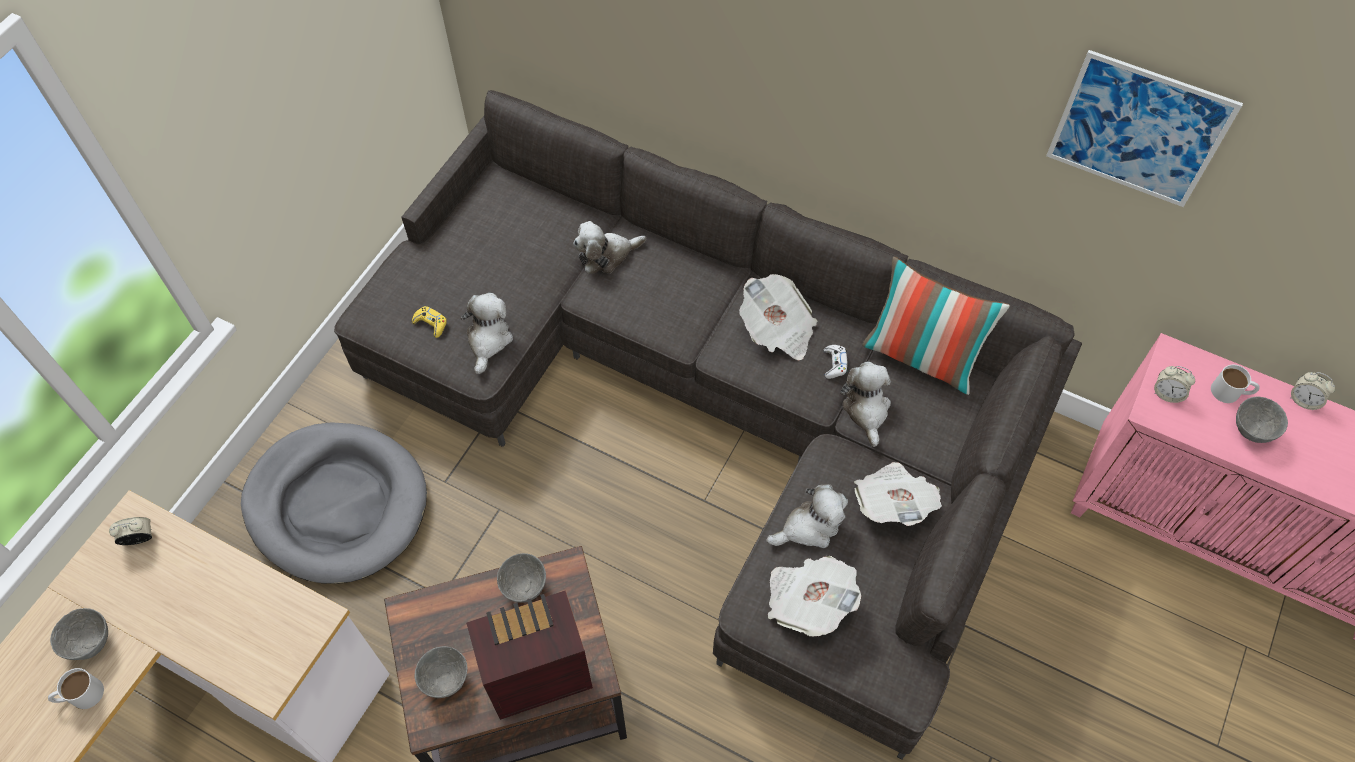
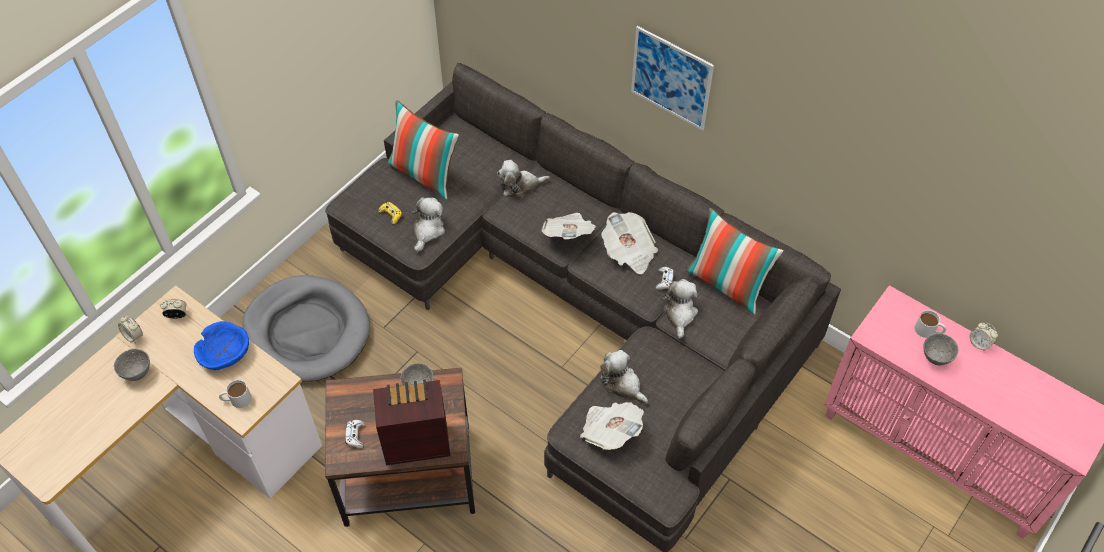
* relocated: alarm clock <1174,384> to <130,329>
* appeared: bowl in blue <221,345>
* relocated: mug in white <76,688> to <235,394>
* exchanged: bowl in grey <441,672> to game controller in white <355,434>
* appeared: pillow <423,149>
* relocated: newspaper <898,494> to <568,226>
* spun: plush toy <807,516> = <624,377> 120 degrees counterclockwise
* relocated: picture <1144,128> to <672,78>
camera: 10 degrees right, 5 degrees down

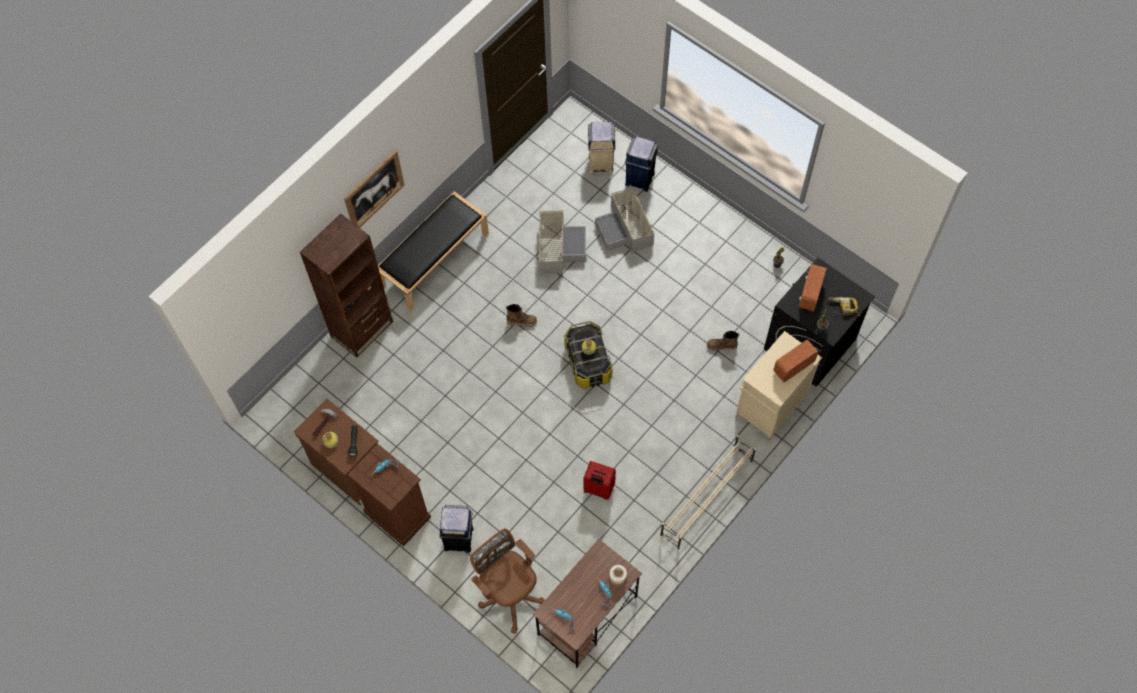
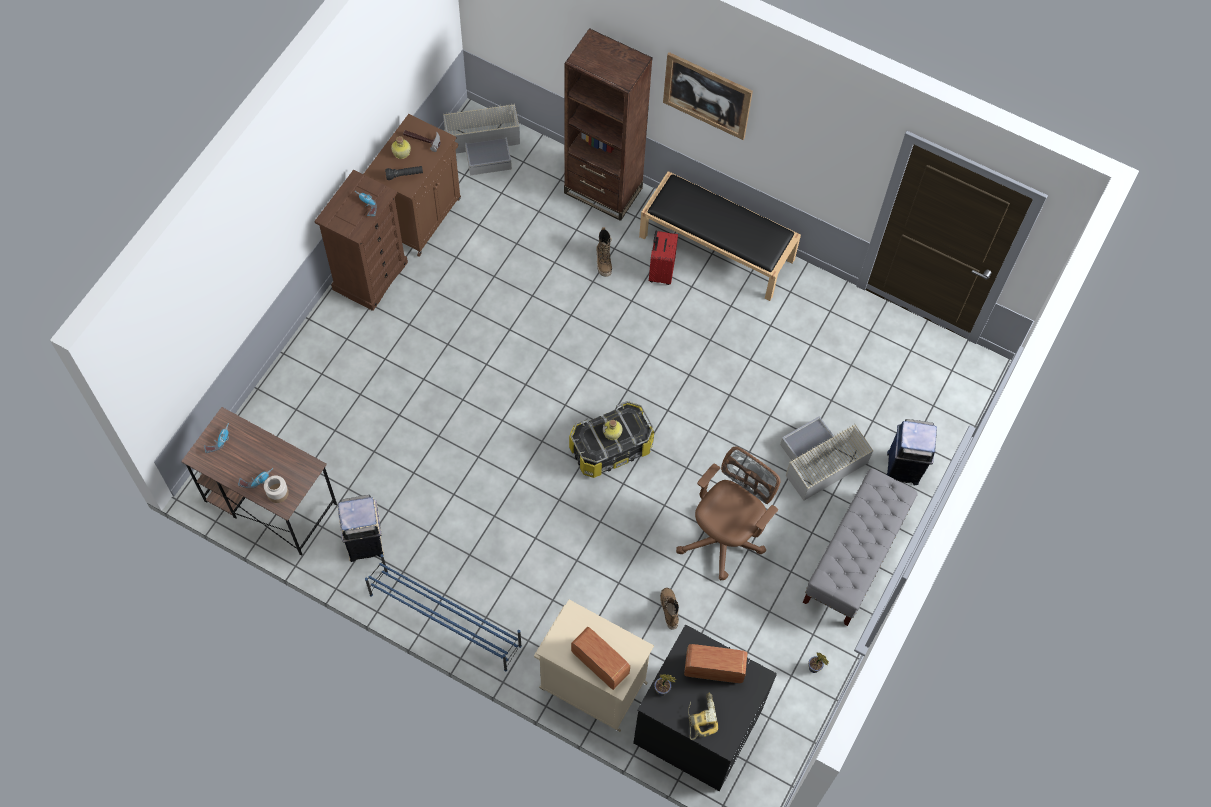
* relocated: trash can in beige <601,147> to <361,528>
* colour: shoe rack in beige <708,492> to shoe rack in blue <443,612>
* relocated: storage box in grey <562,241> to <481,139>
* relocated: boot <521,315> to <604,252>
* relocated: suitcase in red <600,480> to <663,257>
* relocated: office chair in brown <507,581> to <728,513>
* appeared: bench in grey <860,547>
* missing: trash can in blue <456,529>
camera: 75 degrees right, 0 degrees up

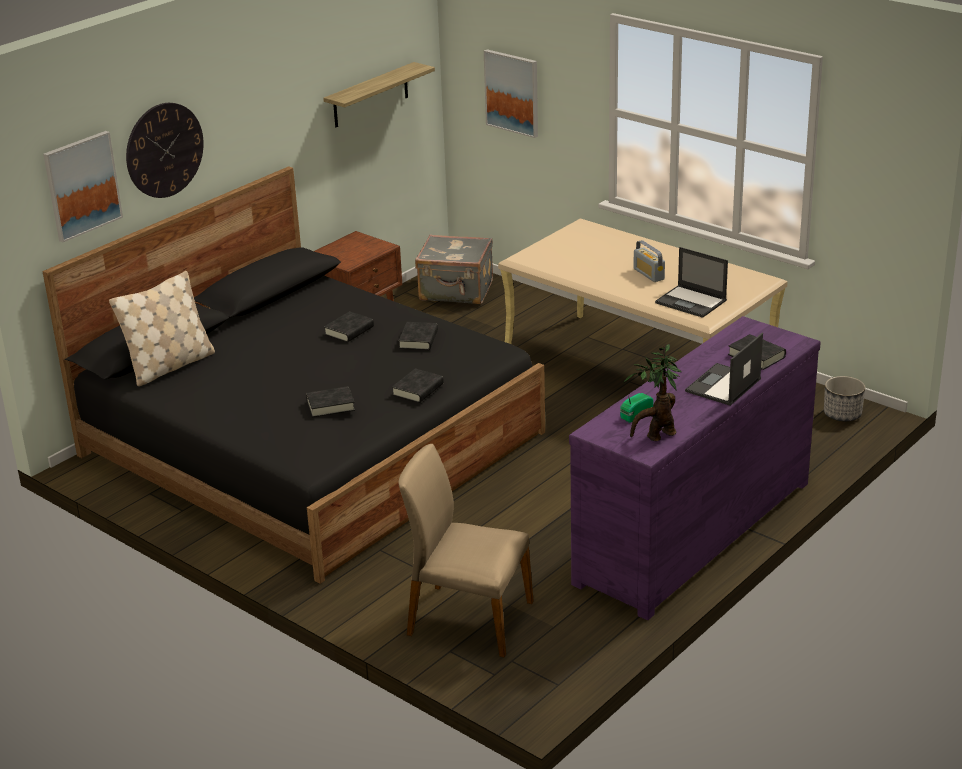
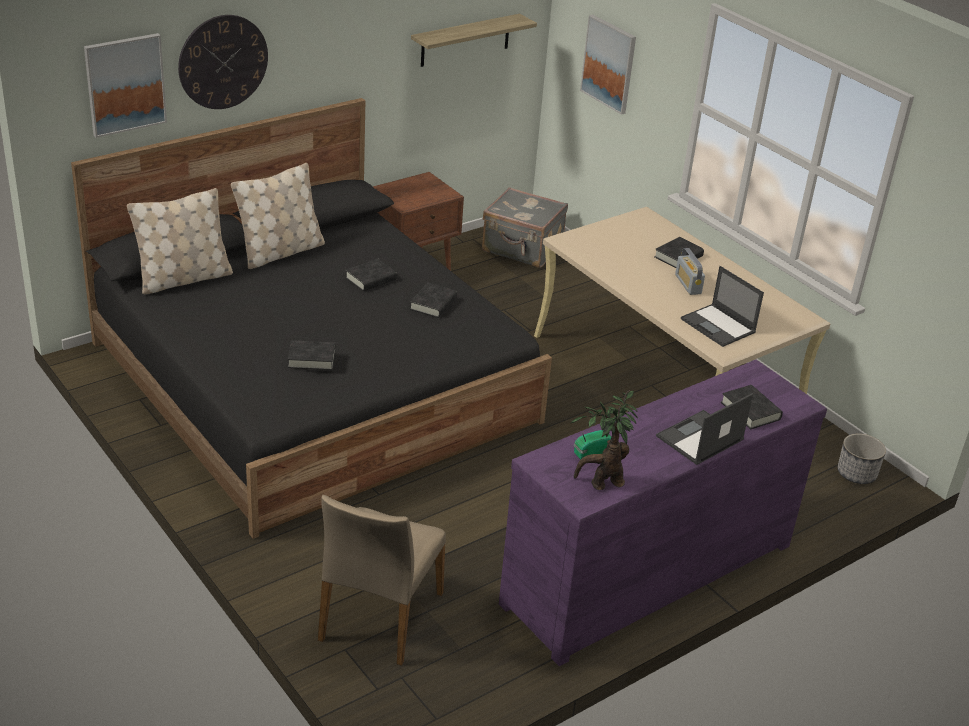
* appeared: pillow in beige <278,216>
* spun: chair in beige <466,551> = <382,580> 105 degrees counterclockwise
* relocated: book in black <418,385> to <679,252>
camera: 10 degrees right, 5 degrees up

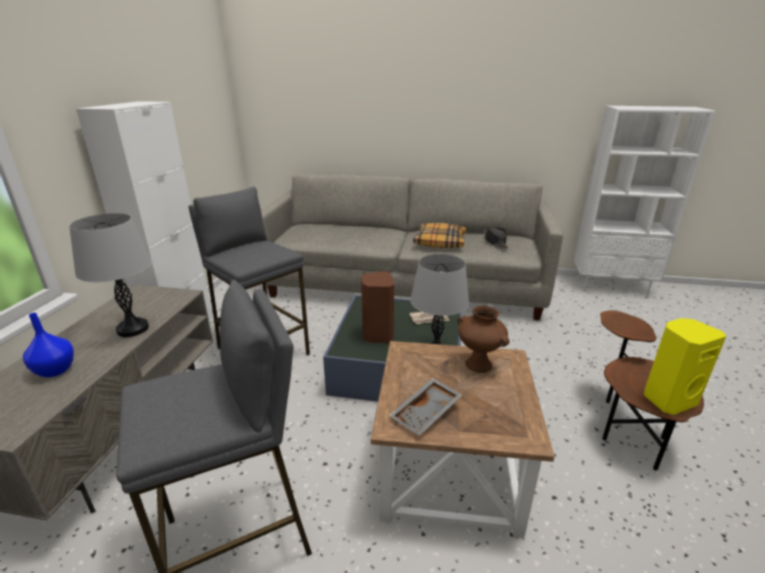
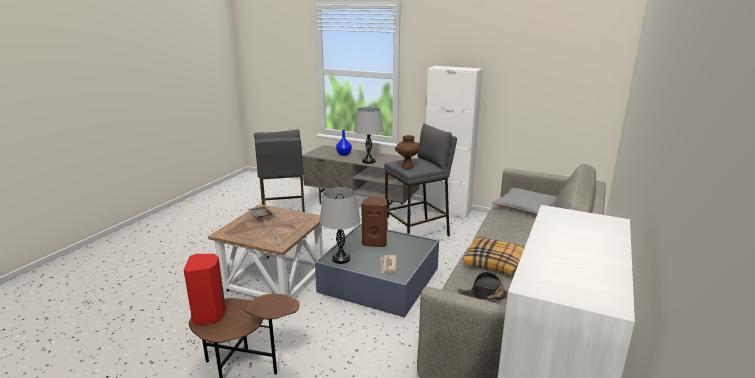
* colour: speaker in yellow <685,366> to speaker in red <205,289>
* relocated: vase in brown <483,339> to <408,152>
* appeared: pillow in grey <524,201>
camera: 105 degrees right, 5 degrees down

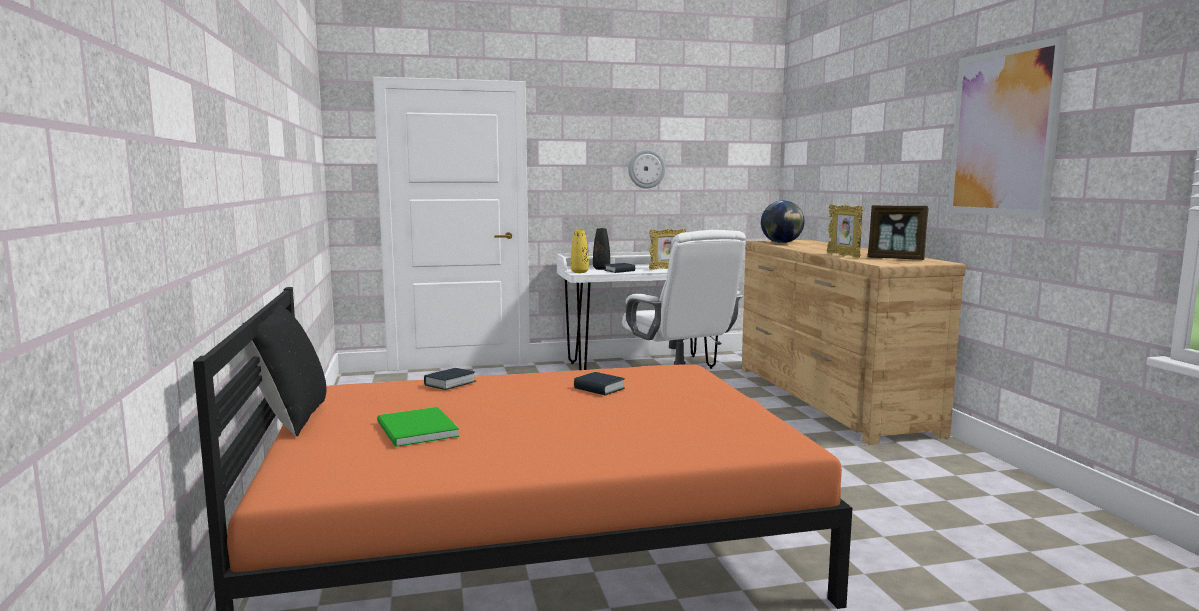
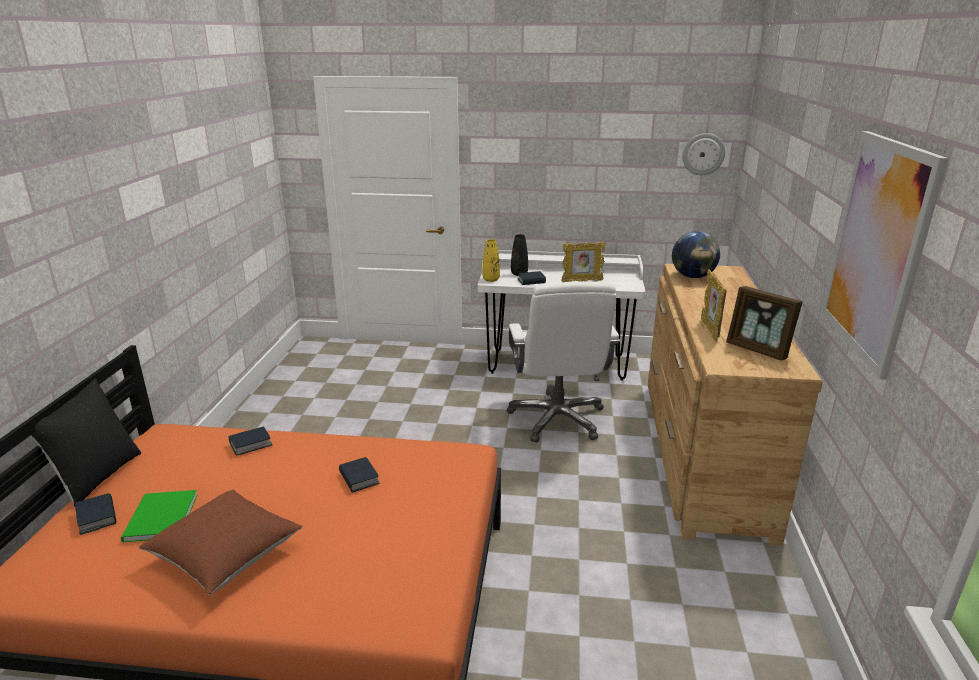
* appeared: book <95,514>
* appeared: pillow in brown <220,542>
* relocated: wall clock <646,168> to <703,154>
camera: 20 degrees right, 15 degrees up

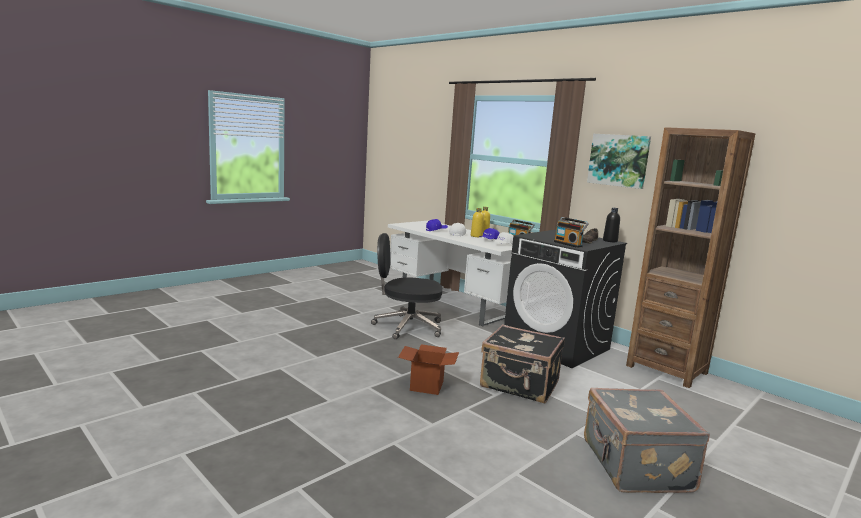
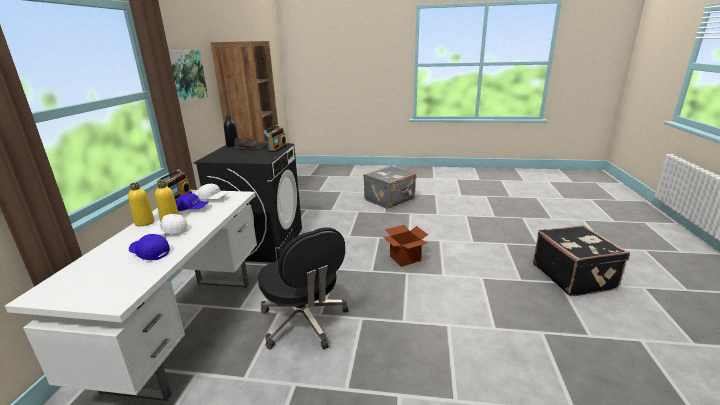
* relocated: suitcase in black <522,363> to <581,260>
camera: 125 degrees left, 10 degrees up

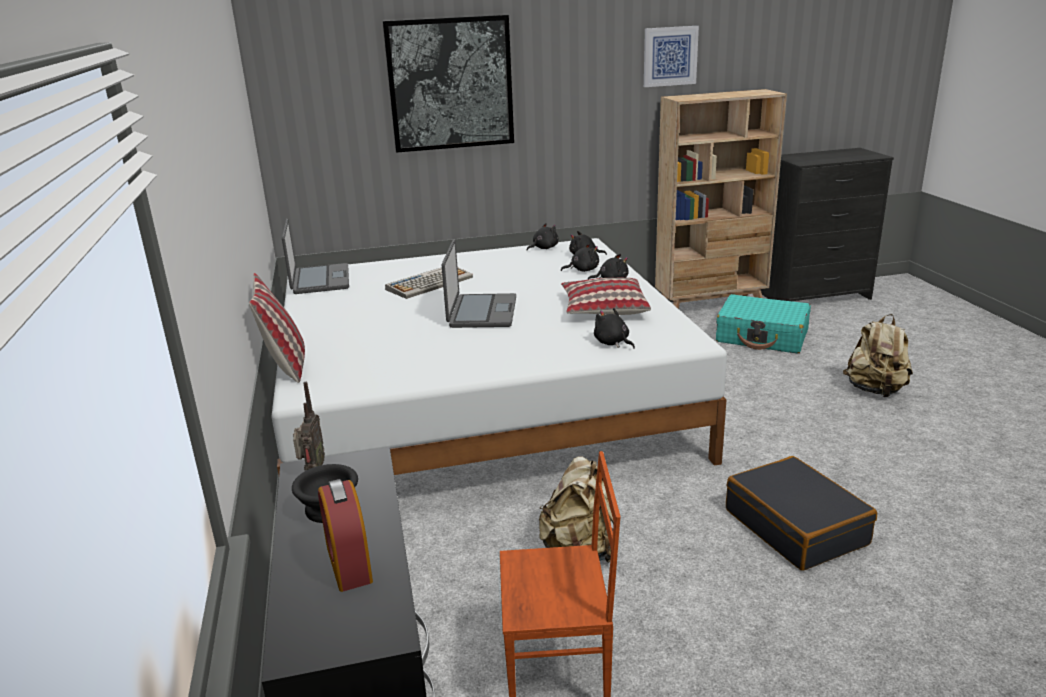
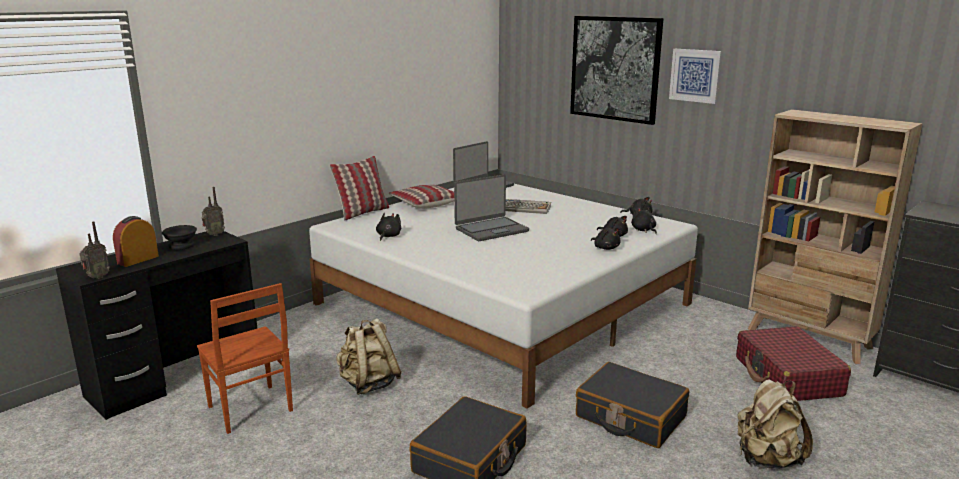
* appeared: radio <94,250>
* relocated: plush toy in black <614,328> to <388,227>
* relocated: pillow <606,296> to <421,197>
* appeared: suitcase in black <632,405>
* relocated: picture <671,56> to <695,76>
* colour: suitcase in turquoise <763,324> to suitcase in red <793,363>
camera: 55 degrees right, 5 degrees down

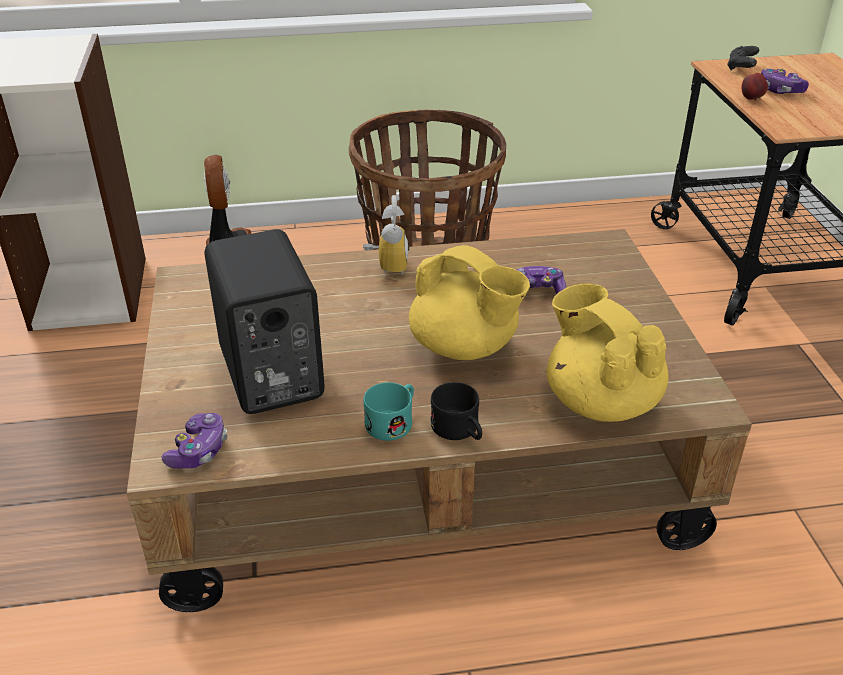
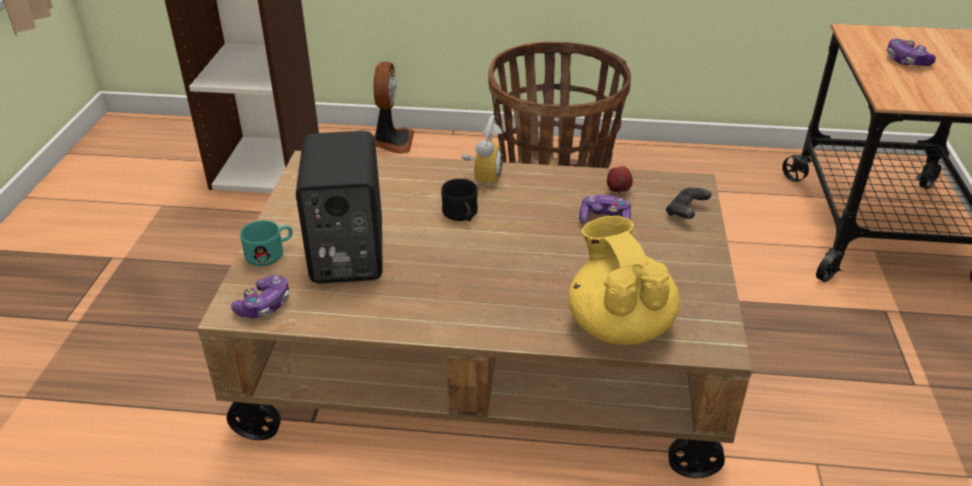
* relocated: mug in turquoise <388,411> to <266,243>
* relocated: mug in black <456,411> to <459,200>
* relocated: apple <755,87> to <620,180>
* relocated: game controller in black <743,58> to <689,203>
* missing: teapot in yellow <469,302>
camera: 15 degrees right, 0 degrees up

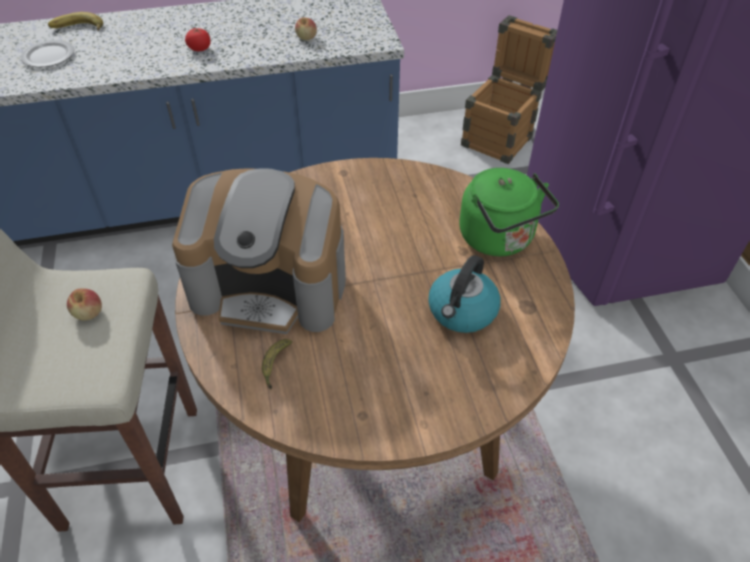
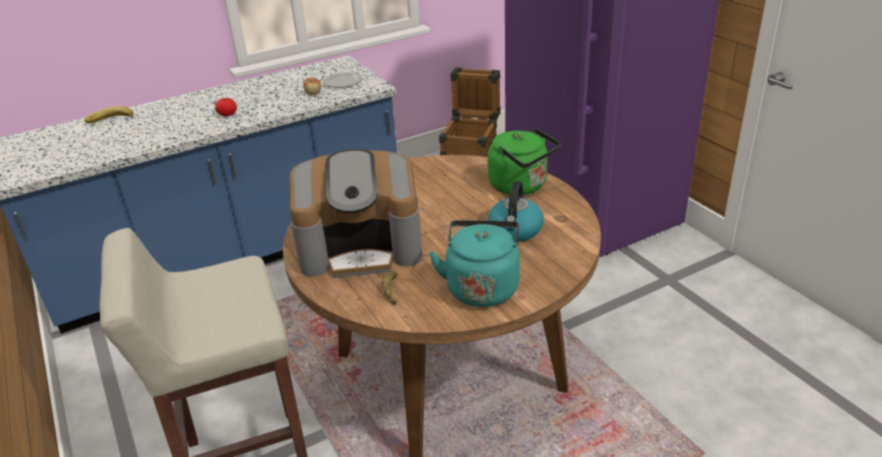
* relocated: plate <47,54> to <342,80>
* appeared: kettle in turquoise <474,263>
* missing: apple <84,304>
camera: 15 degrees left, 15 degrees down

